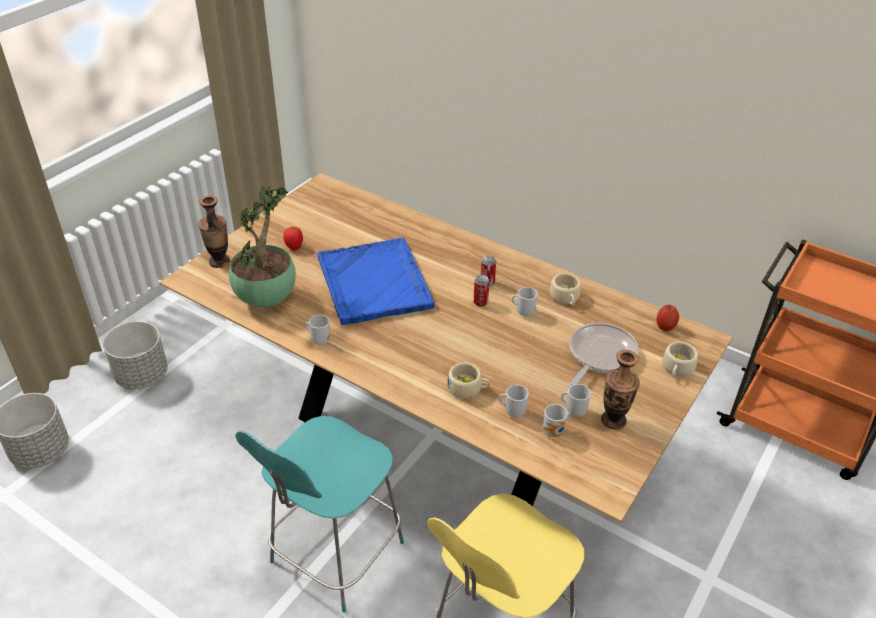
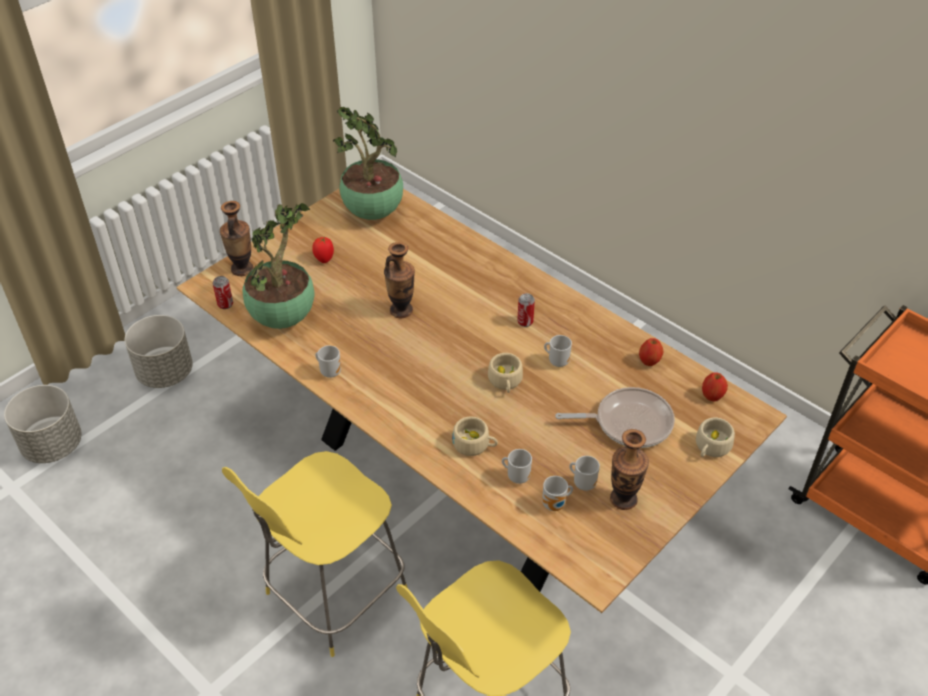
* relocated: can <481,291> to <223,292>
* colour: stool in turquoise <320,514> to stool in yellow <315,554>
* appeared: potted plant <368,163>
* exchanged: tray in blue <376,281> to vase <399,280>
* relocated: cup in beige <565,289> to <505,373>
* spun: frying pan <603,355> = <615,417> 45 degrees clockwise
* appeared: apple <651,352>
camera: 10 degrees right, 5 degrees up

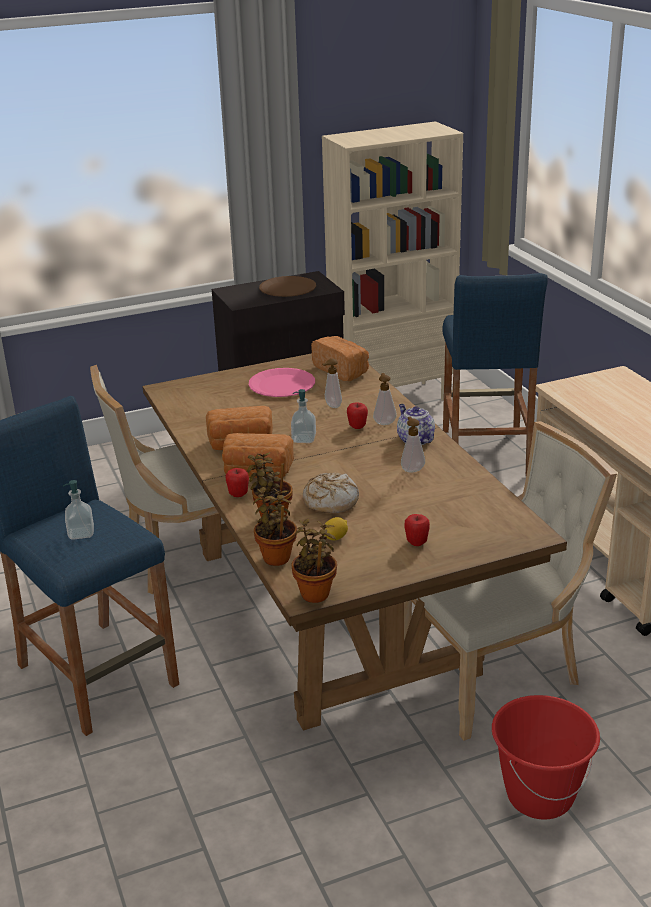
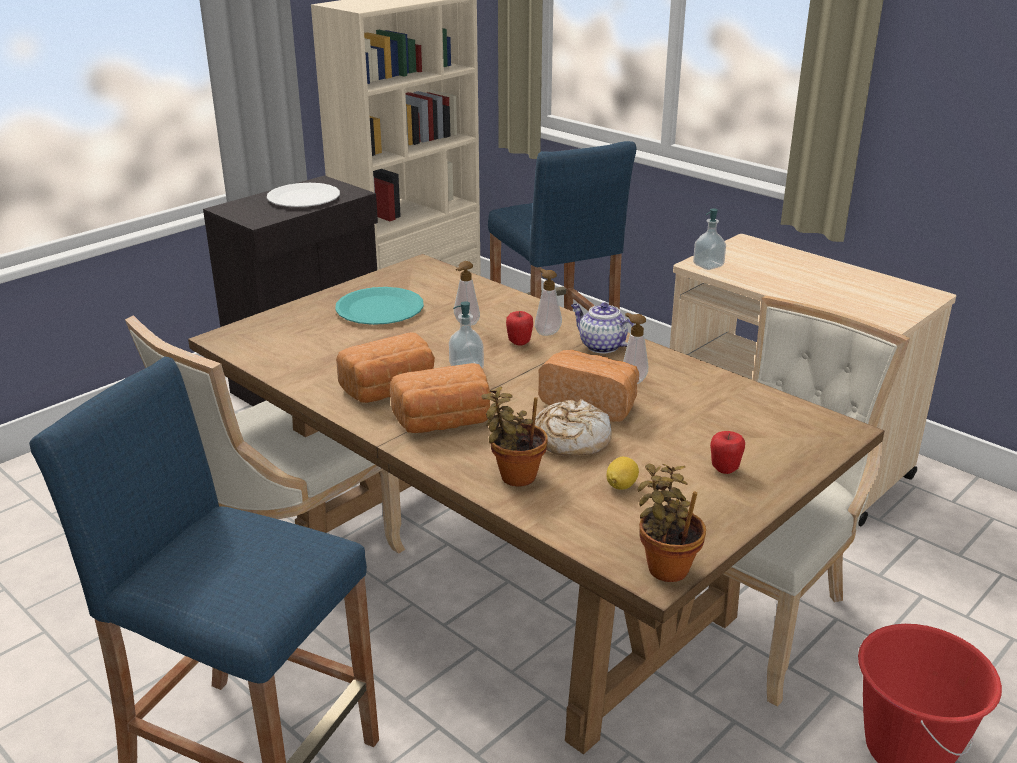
* colour: plate in brown <287,286> to plate in white <303,195>
* colour: plate in pink <282,382> to plate in turquoise <379,306>
* relocated: bread <340,358> to <588,386>
* relocated: soap dispenser <78,510> to <709,239>
* missing: apple <237,482>
* missing: potted plant <275,526>
camera: 25 degrees left, 0 degrees up

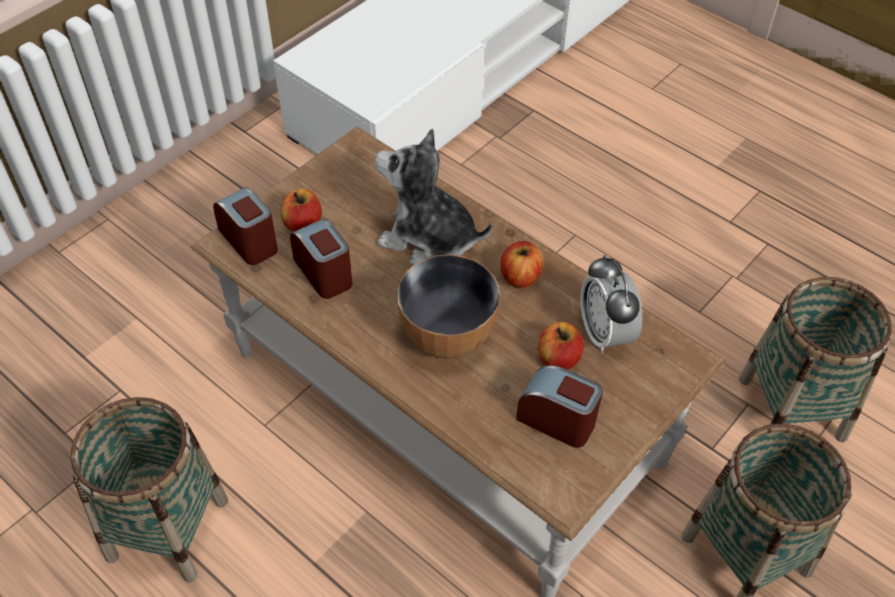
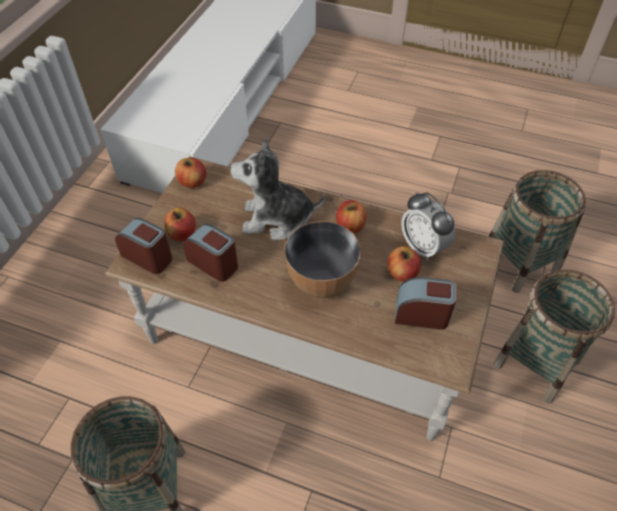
* appeared: apple <190,173>
camera: 20 degrees left, 0 degrees up

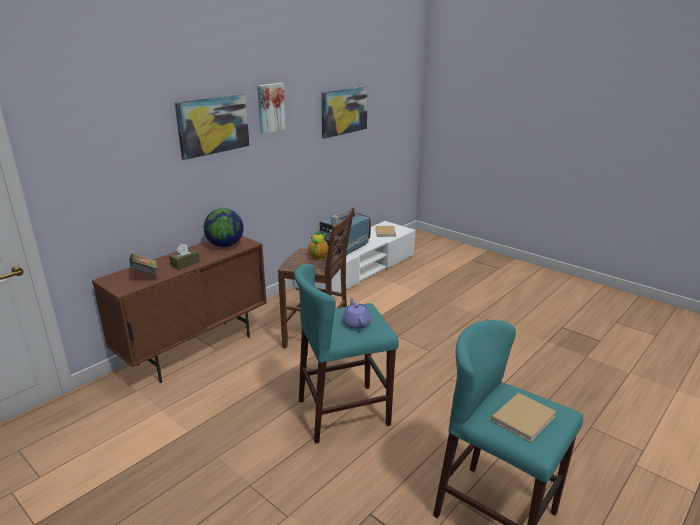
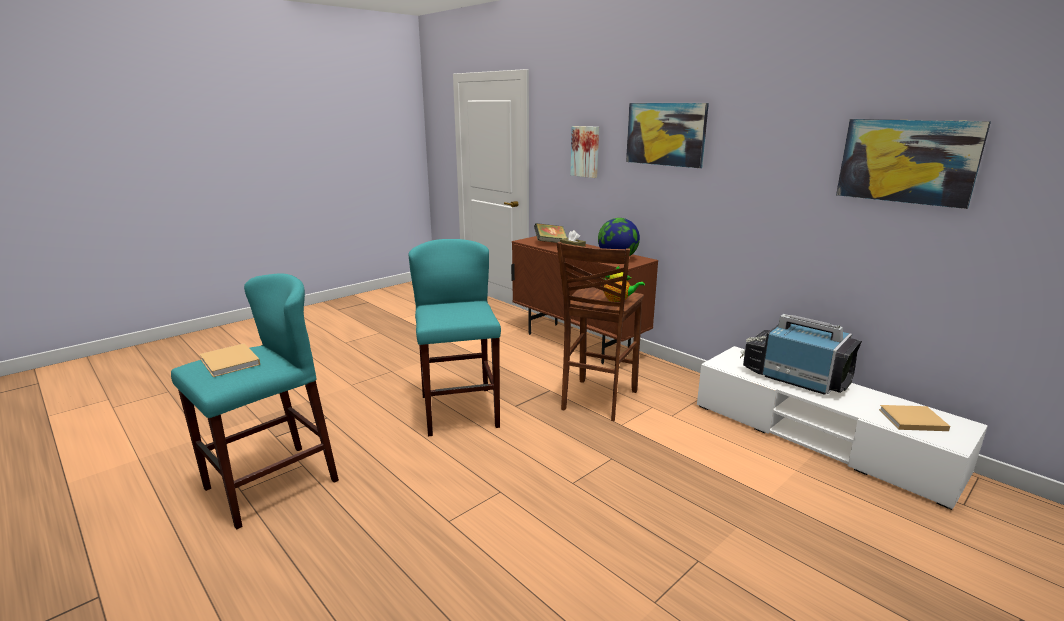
* relocated: picture <271,108> to <585,152>
* missing: teapot in purple <357,313>
camera: 95 degrees right, 5 degrees down

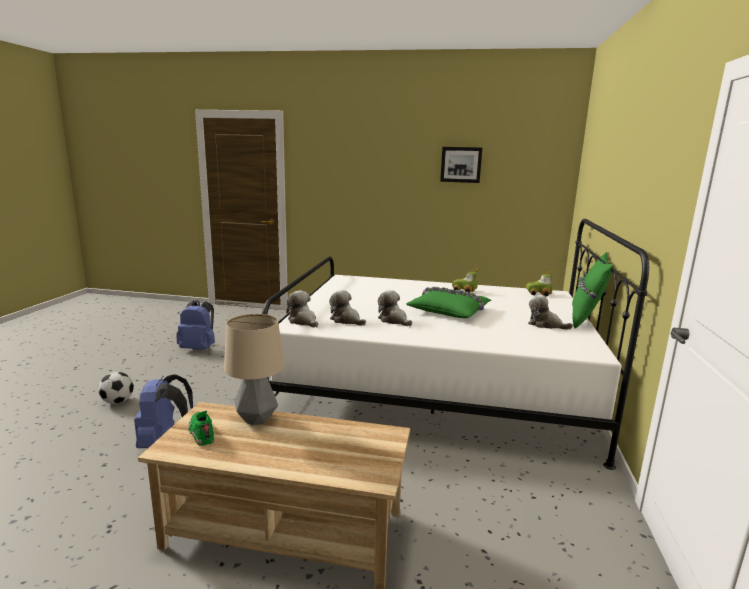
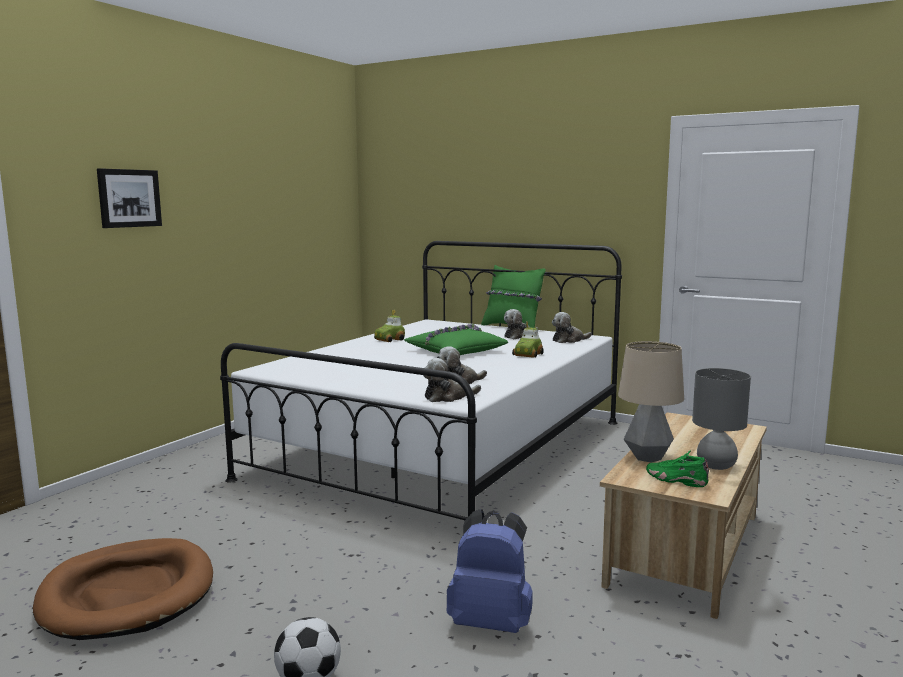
* exchanged: backpack in blue <195,325> to dog bed in brown <123,589>
* relocated: picture <461,165> to <129,198>
* relocated: toy car <539,283> to <528,339>
* relocated: plush toy <395,308> to <572,327>
* spun: shoe in green <201,428> = <677,468> 45 degrees clockwise
* appeared: table lamp in grey <721,419>
camera: 70 degrees left, 5 degrees down

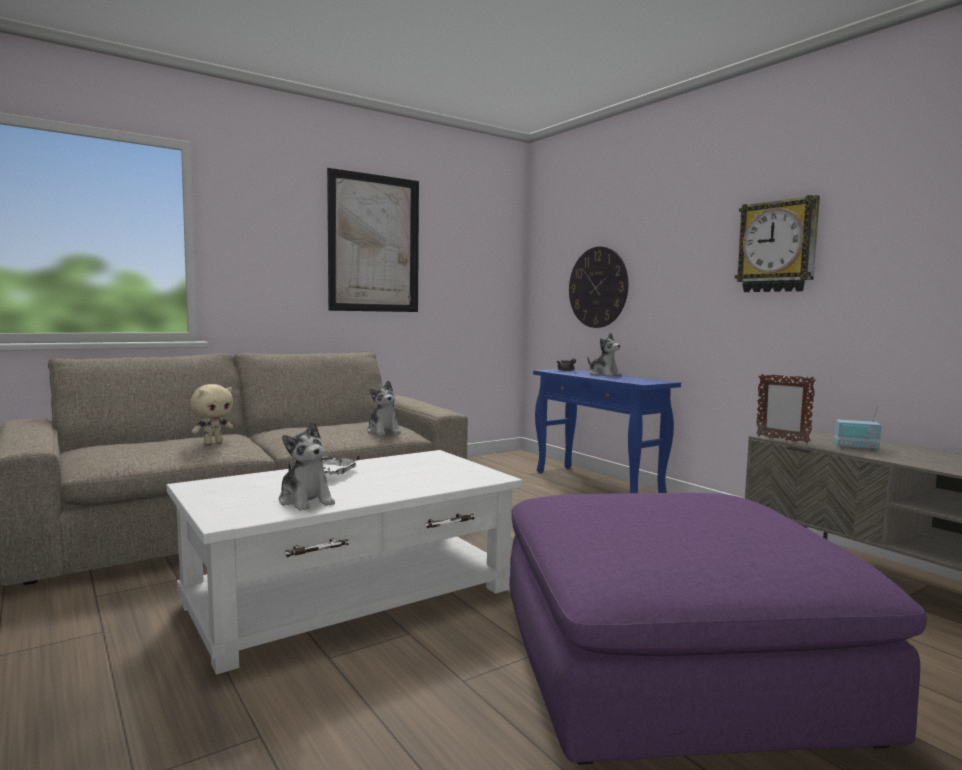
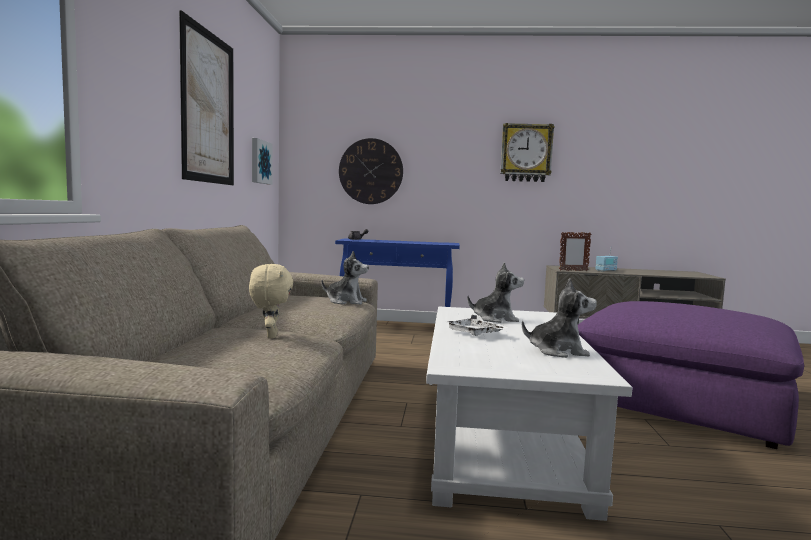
* appeared: picture <262,161>
* relocated: plush toy <604,354> to <495,292>
camera: 50 degrees left, 0 degrees up

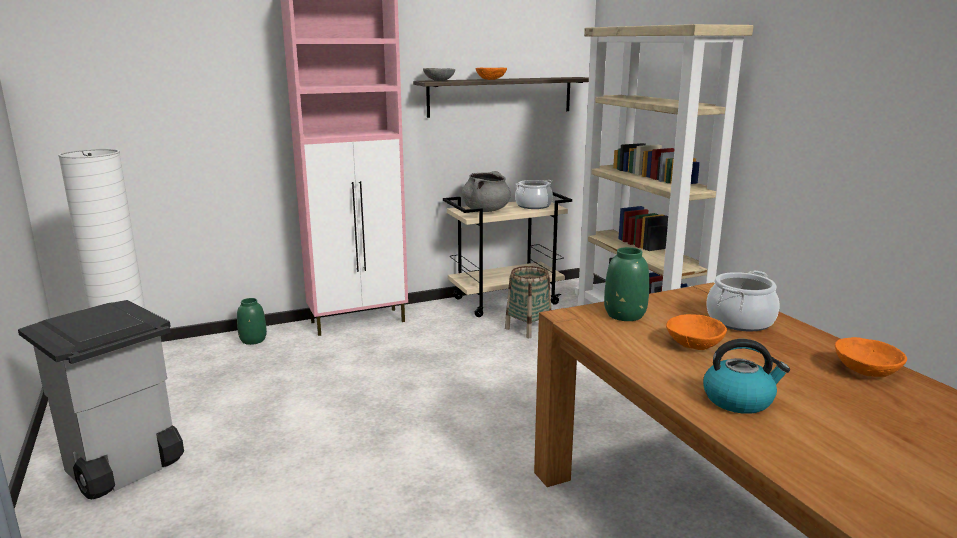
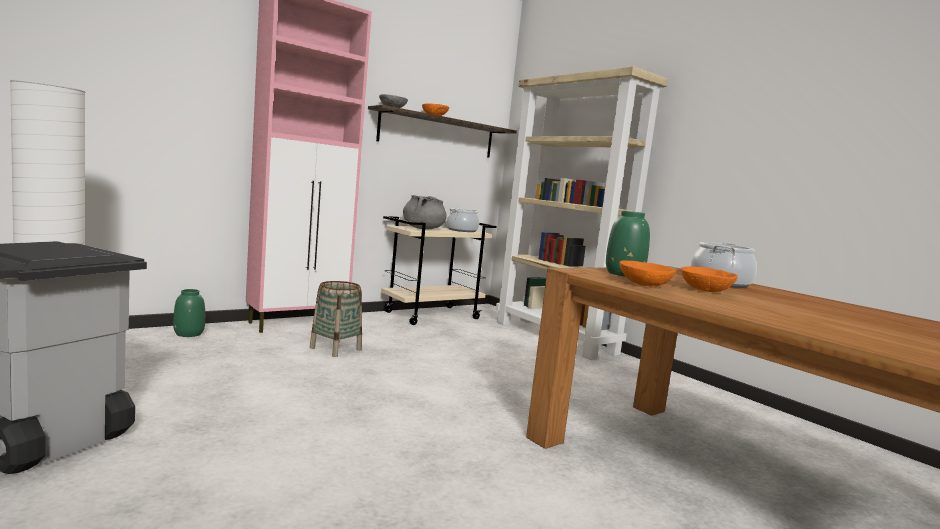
* relocated: basket <528,302> to <336,319>
* relocated: bowl in orange <871,357> to <647,273>
* missing: kettle <746,376>
camera: 15 degrees left, 10 degrees down

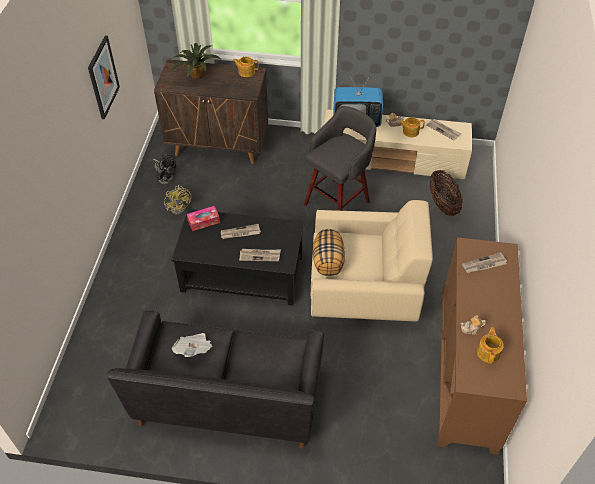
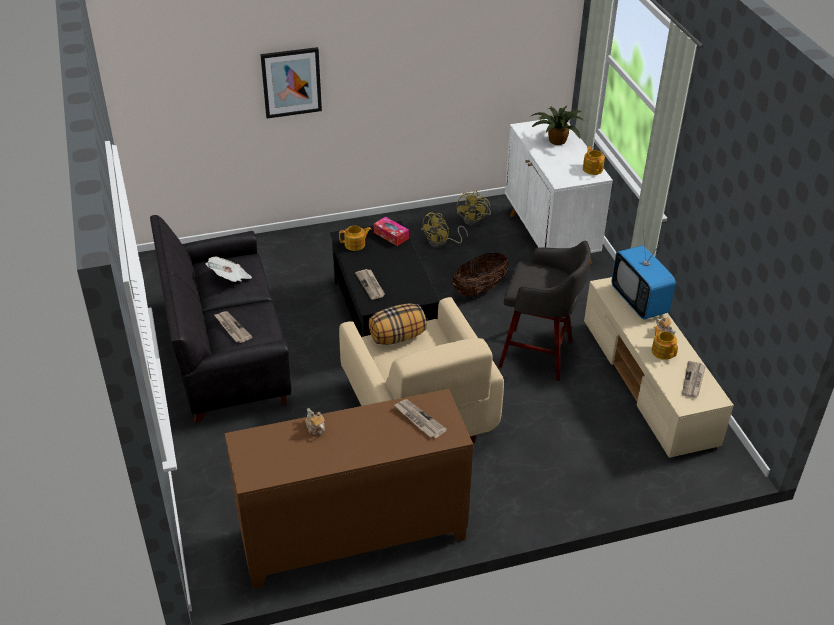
* relocated: newspaper <241,231> to <233,327>
* relocated: picture <104,77> to <291,82>
* relocated: teapot <490,345> to <355,238>
* relocated: basket <446,193> to <480,274>
* colour: fan in black <164,169> to fan in yellow <474,208>
* colour: cabinet in brown <211,111> to cabinet in white <559,191>
camera: 65 degrees right, 10 degrees down

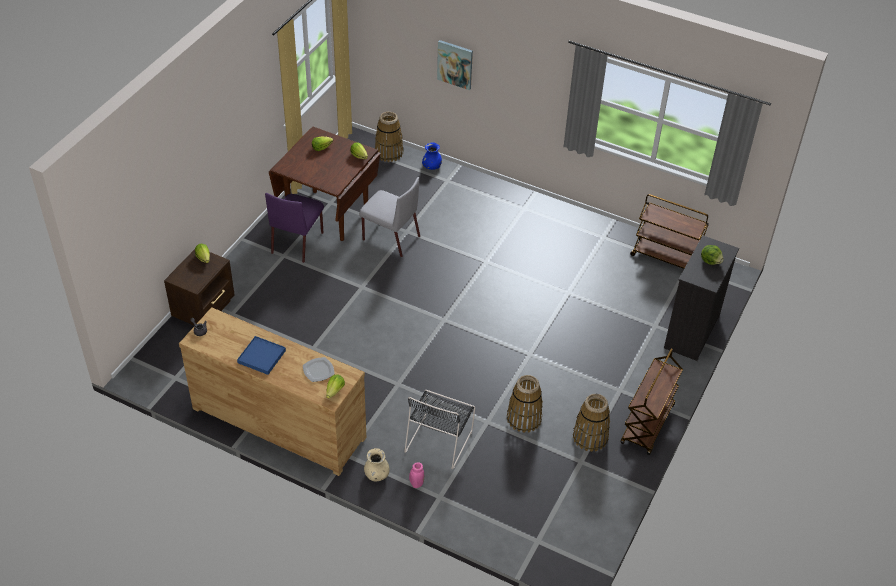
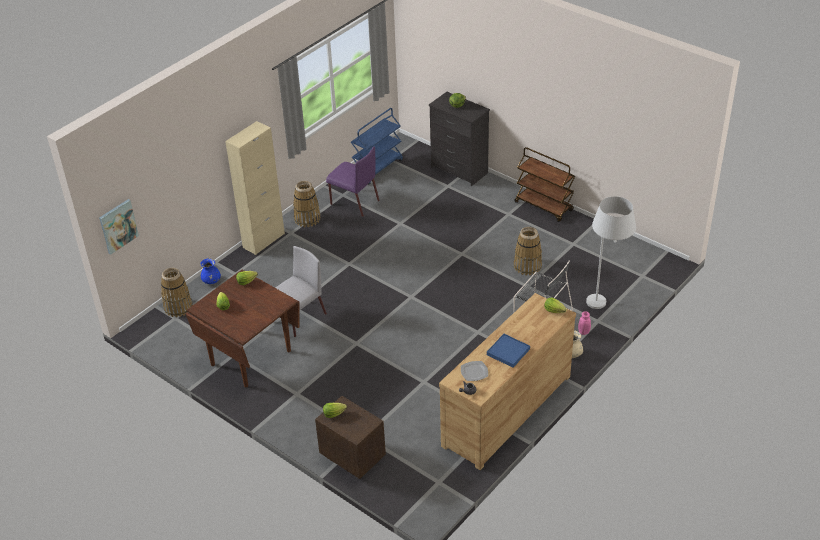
* relocated: picture <455,65> to <119,227>
* appeared: cabinet in beige <255,188>
* relocated: basket <591,423> to <307,204>
* relocated: chair in purple <294,228> to <353,181>
* colour: cart in brown <669,231> to cart in blue <377,146>
* relocated: plate <319,369> to <474,371>
* appeared: floor lamp in white <611,252>
camera: 75 degrees left, 5 degrees down

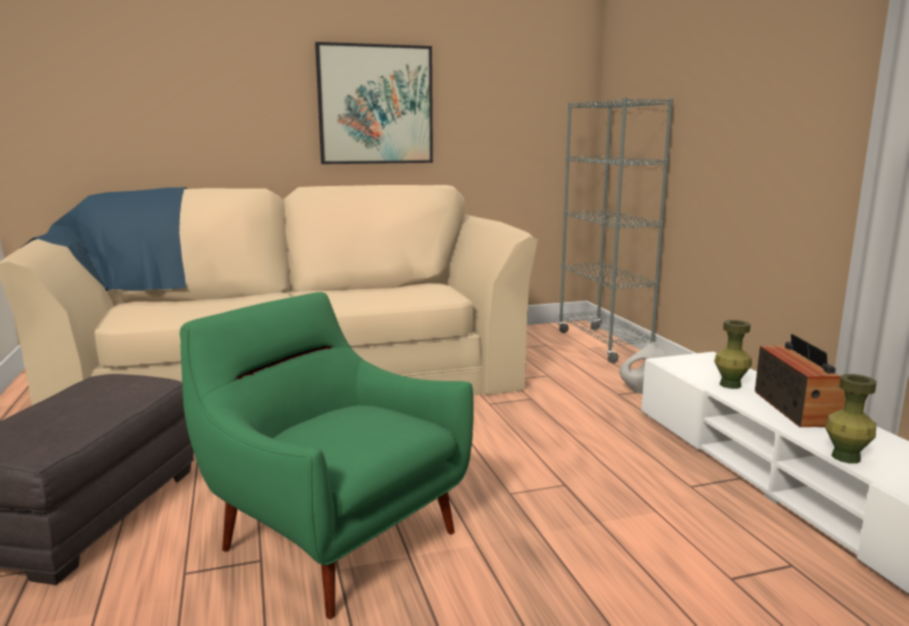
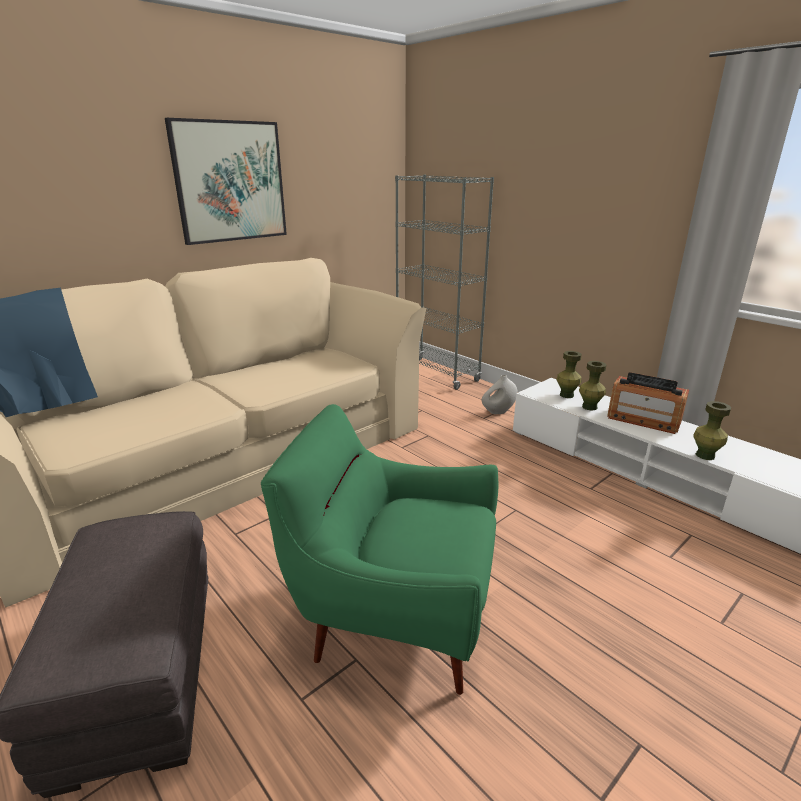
* appeared: vase in green <569,374>
* spun: radio <800,380> = <648,403> 150 degrees clockwise
camera: 25 degrees left, 10 degrees up

